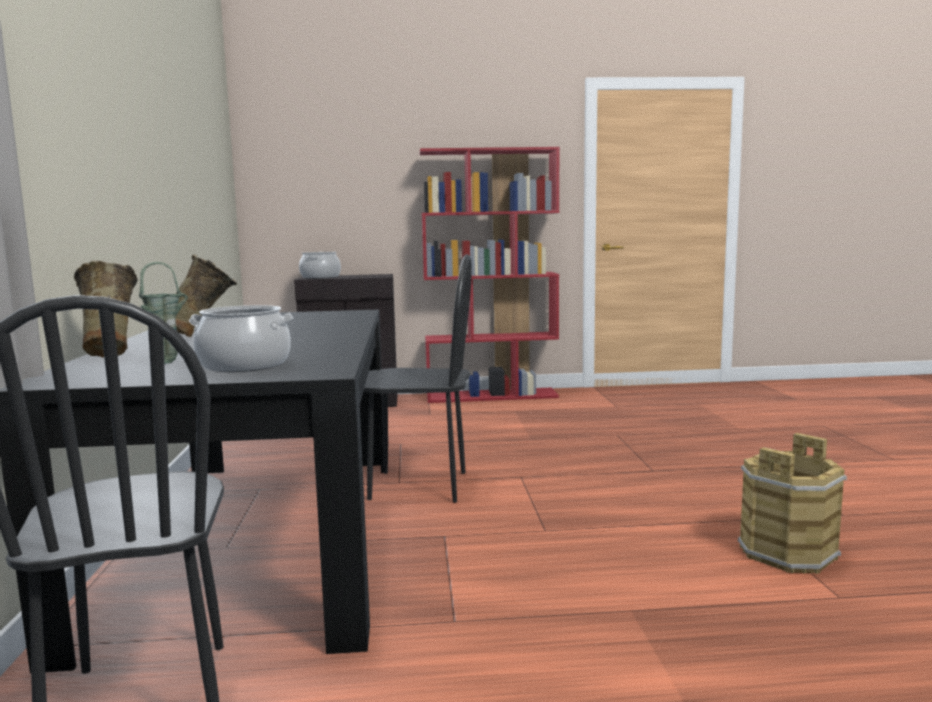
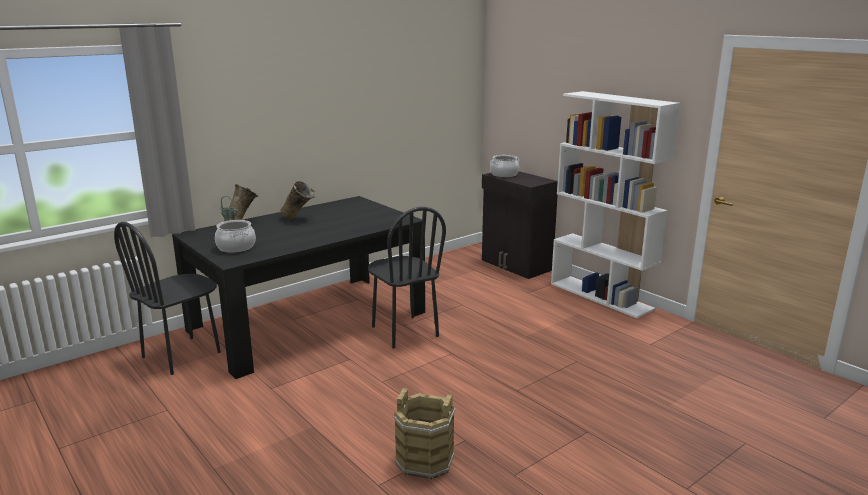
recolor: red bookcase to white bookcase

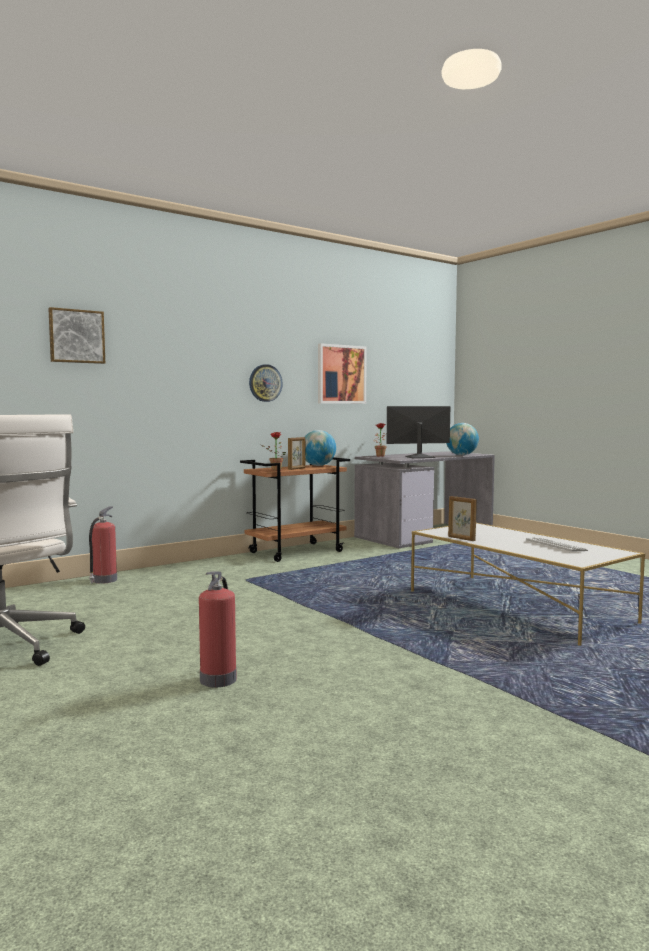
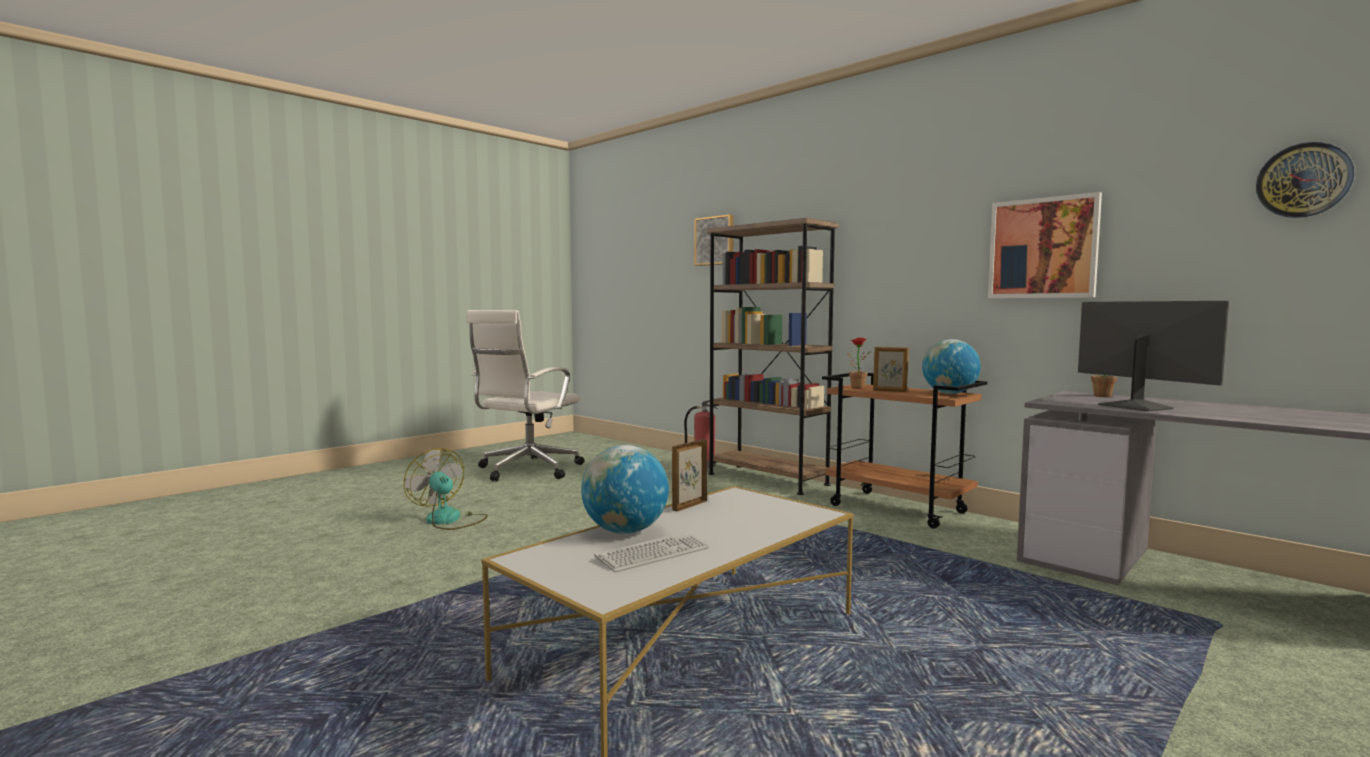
insert: brown bookcase
move: wall clock; globe (2nd from left in the first image) to globe (1st from left)
replace: fire extinguisher (2nd from left) to fan

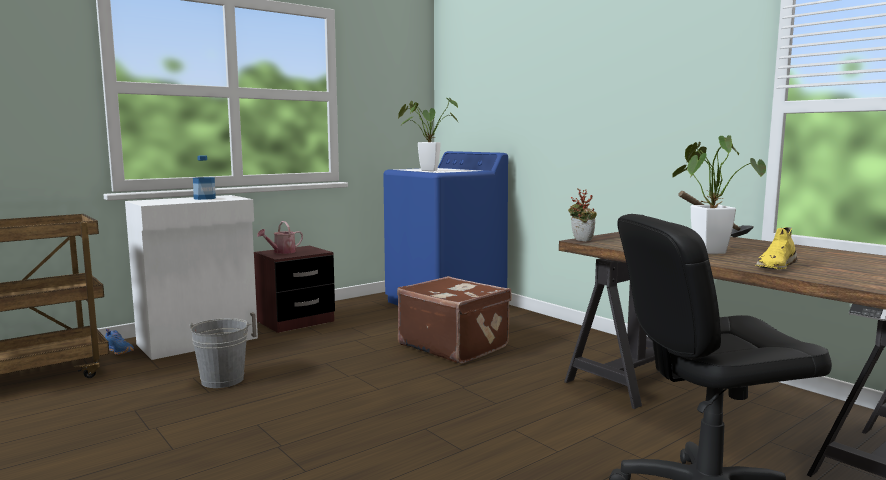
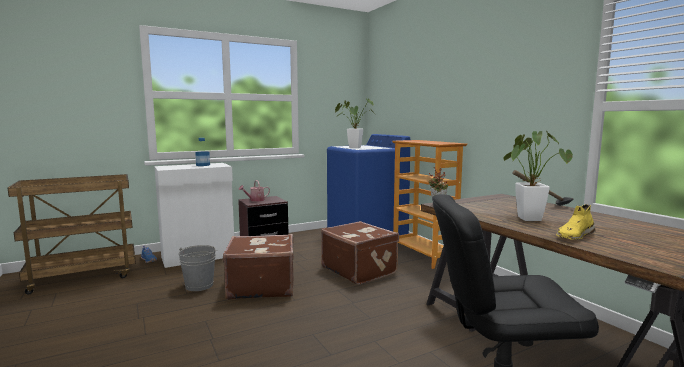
insert: brown suitcase (1st from left); bookcase

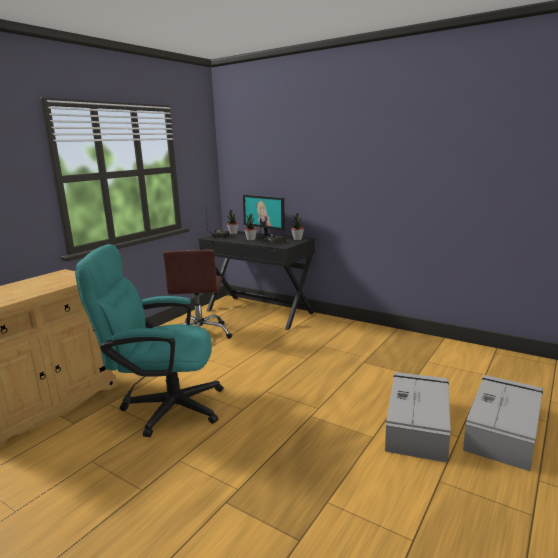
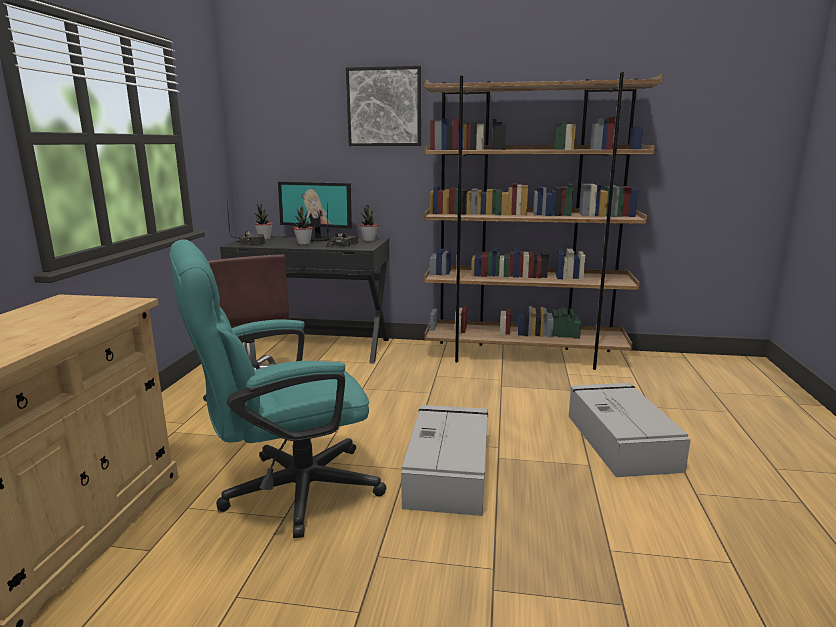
insert: picture; brown bookcase
move: grey storage box (2nd from left in the first image) to grey storage box (1st from left)

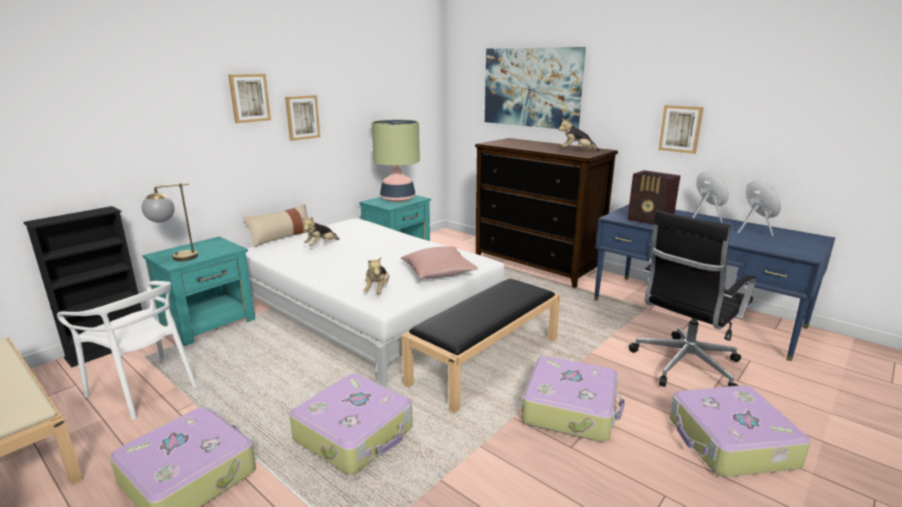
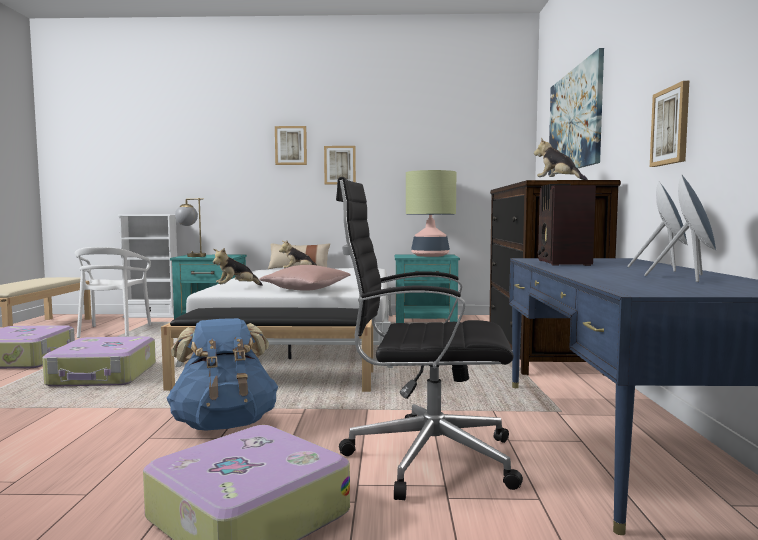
replace: suitcase (3rd from left) to blue backpack
recolor: black bookcase to white bookcase

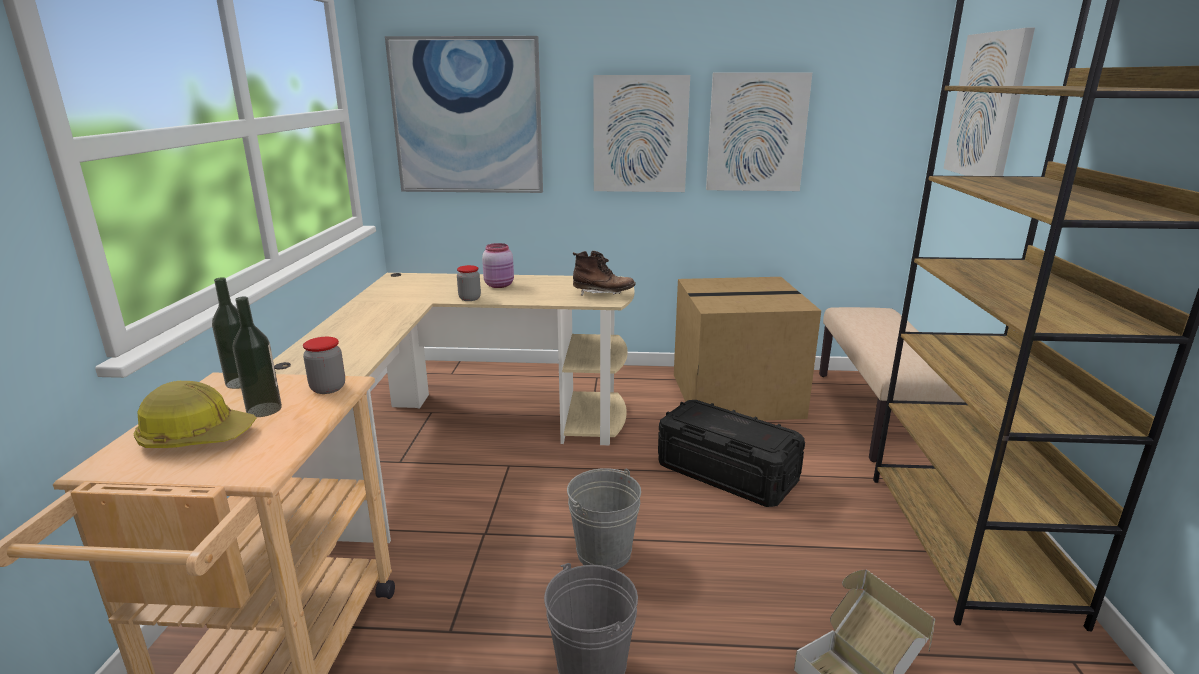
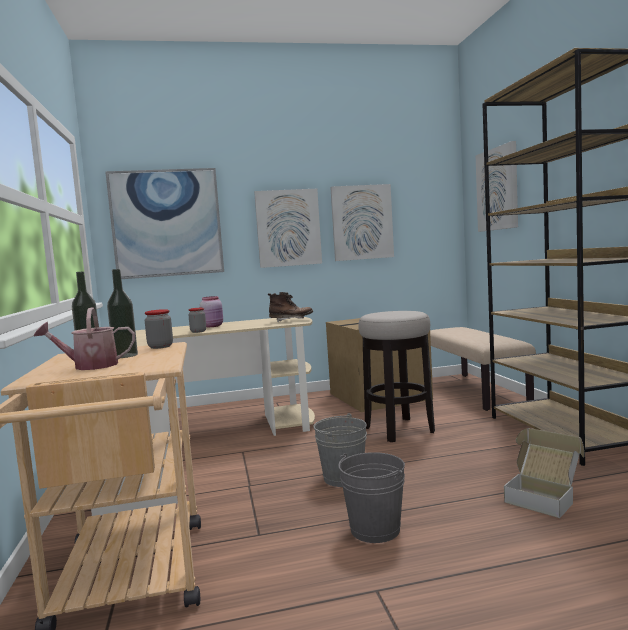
replace: hard hat to watering can; black storage box to stool

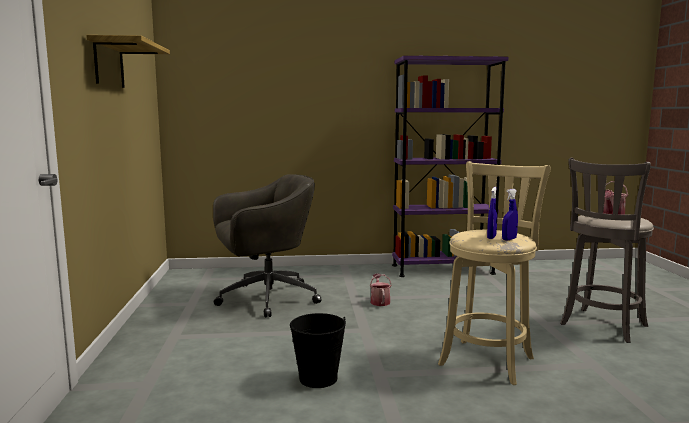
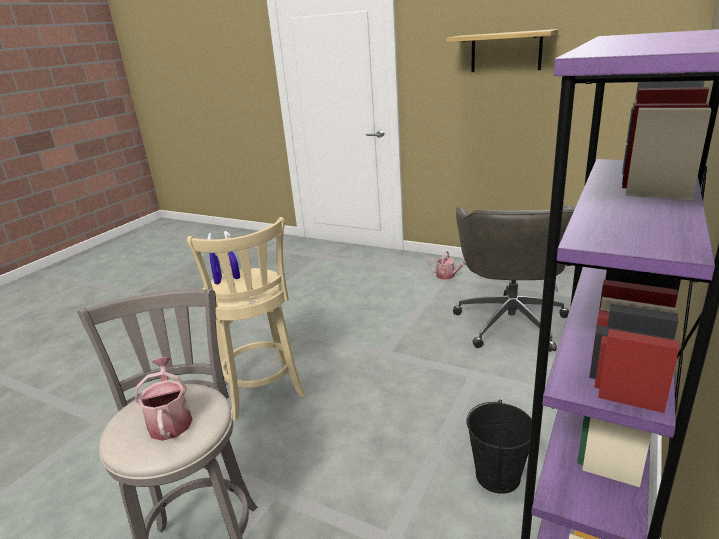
move: black bucket; watering can (1st from left in the first image) to watering can (2nd from left)

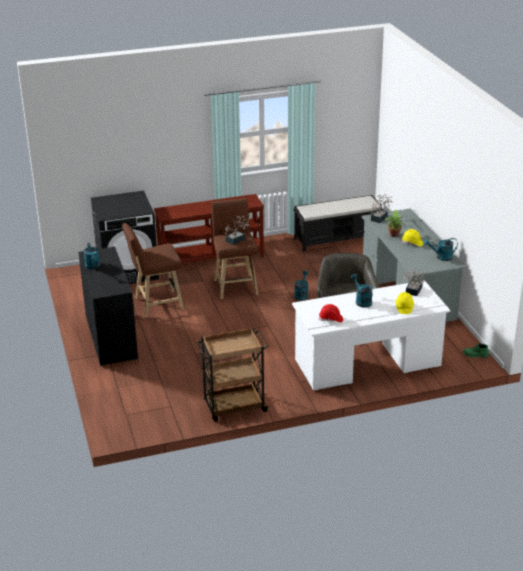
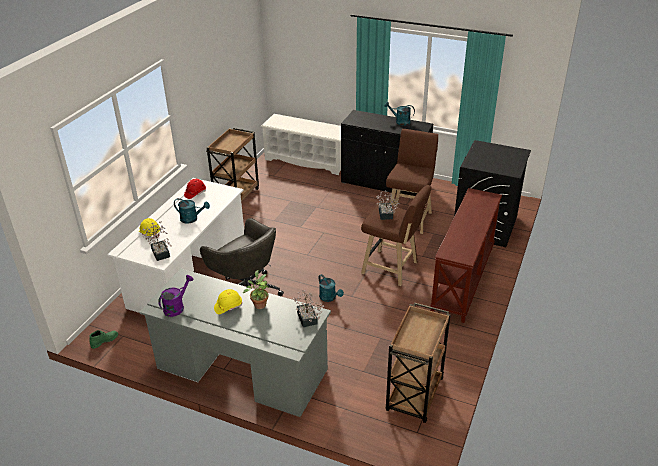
insert: white shoe rack
replace: black bench to brown cart (2nd from left)
recolor: turquoise watering can (4th from left) to purple watering can

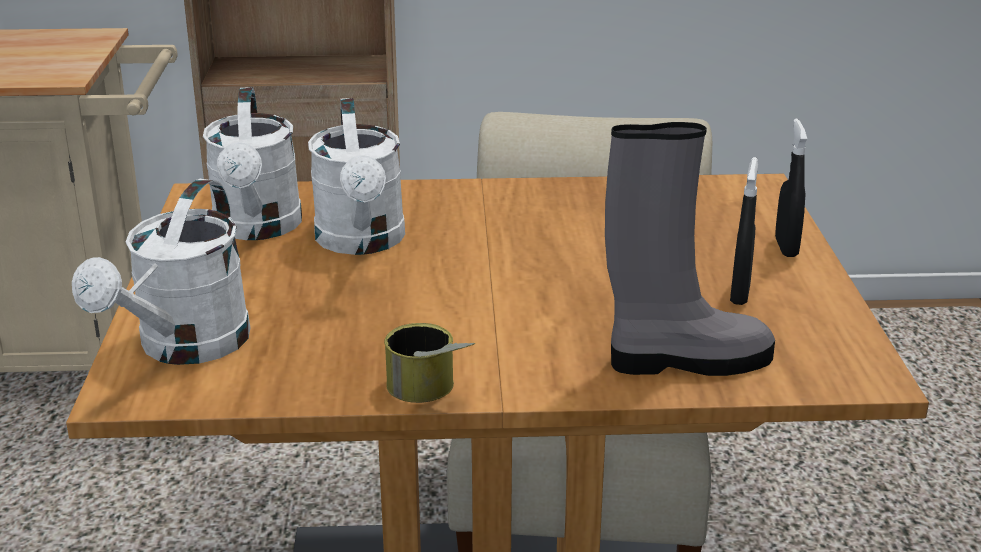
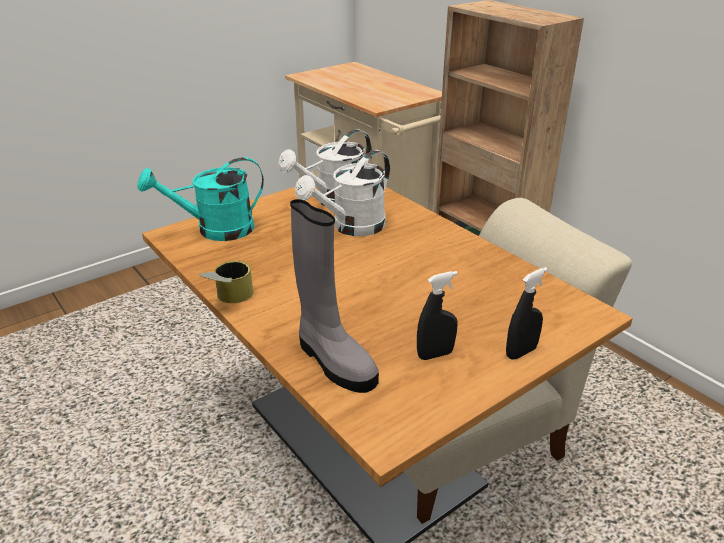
recolor: white watering can (1st from left) to turquoise watering can

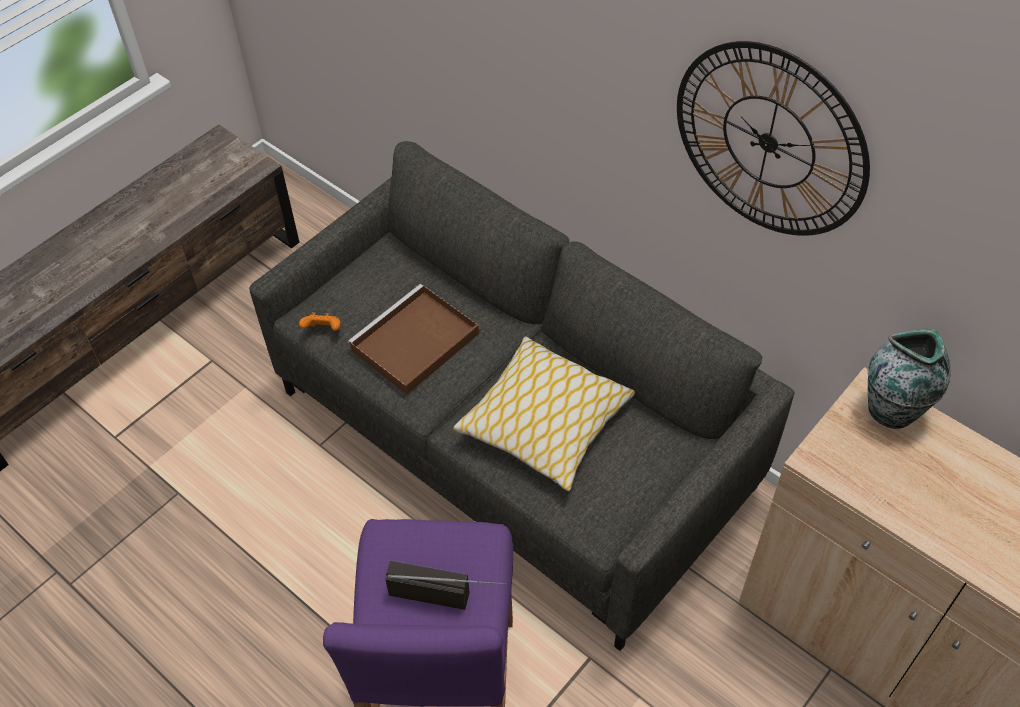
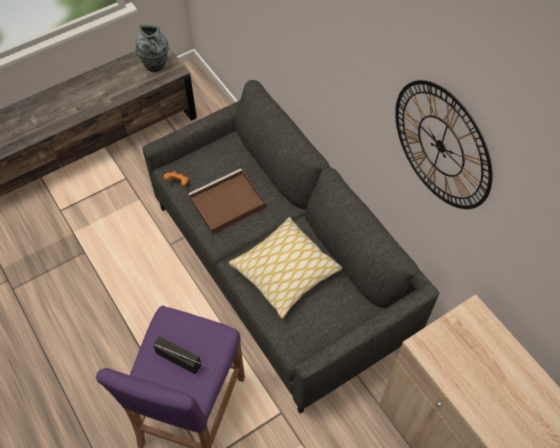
move: vase

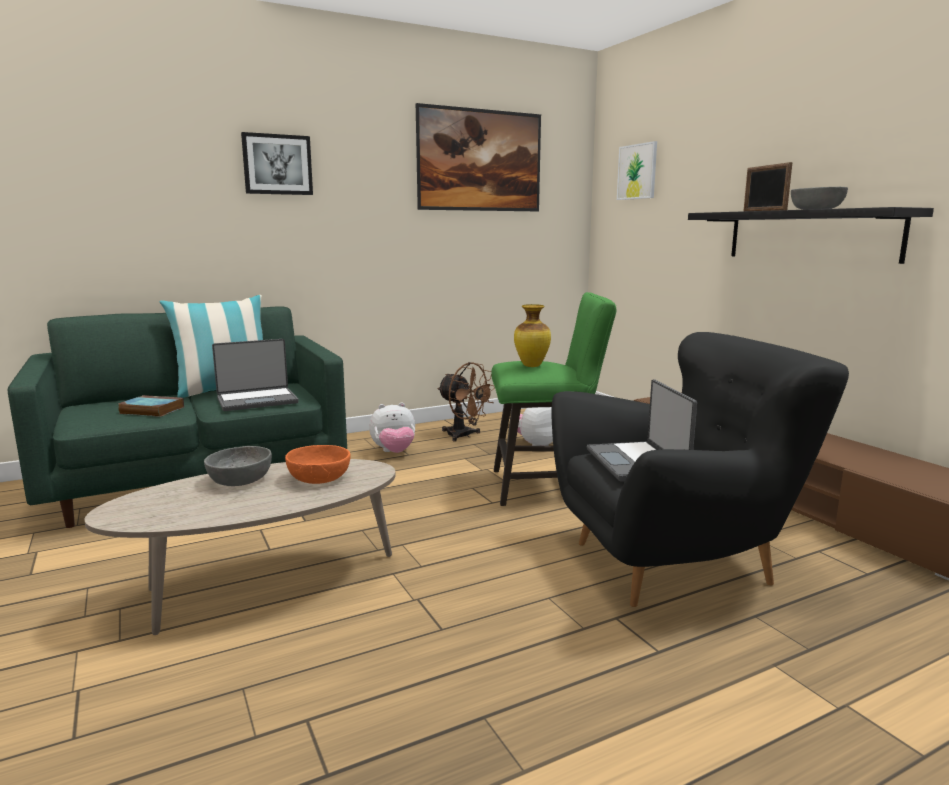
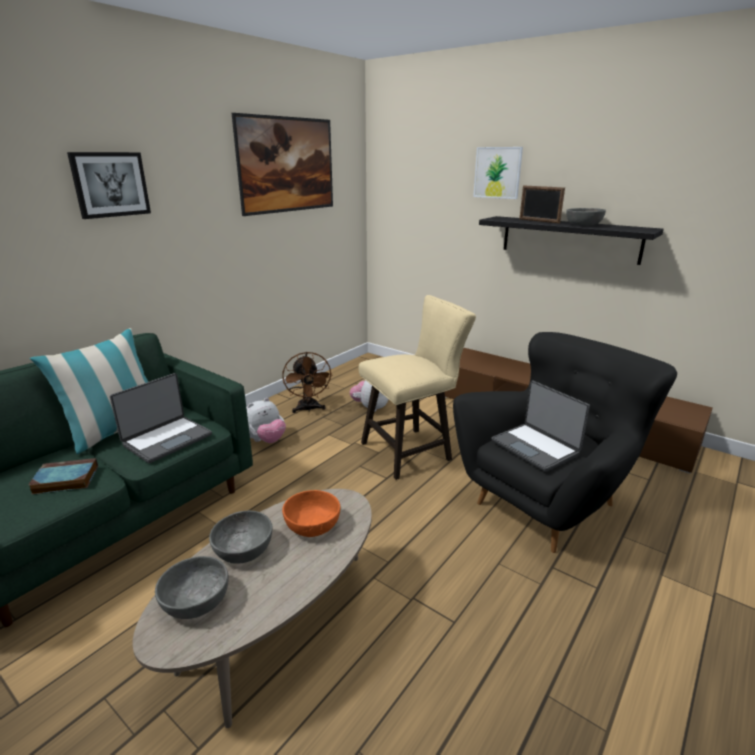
delete: vase
insert: grey bowl (1st from left)
move: picture (3rd from left)
recolor: green stool to beige stool
rotate: brown fan 60 degrees clockwise

